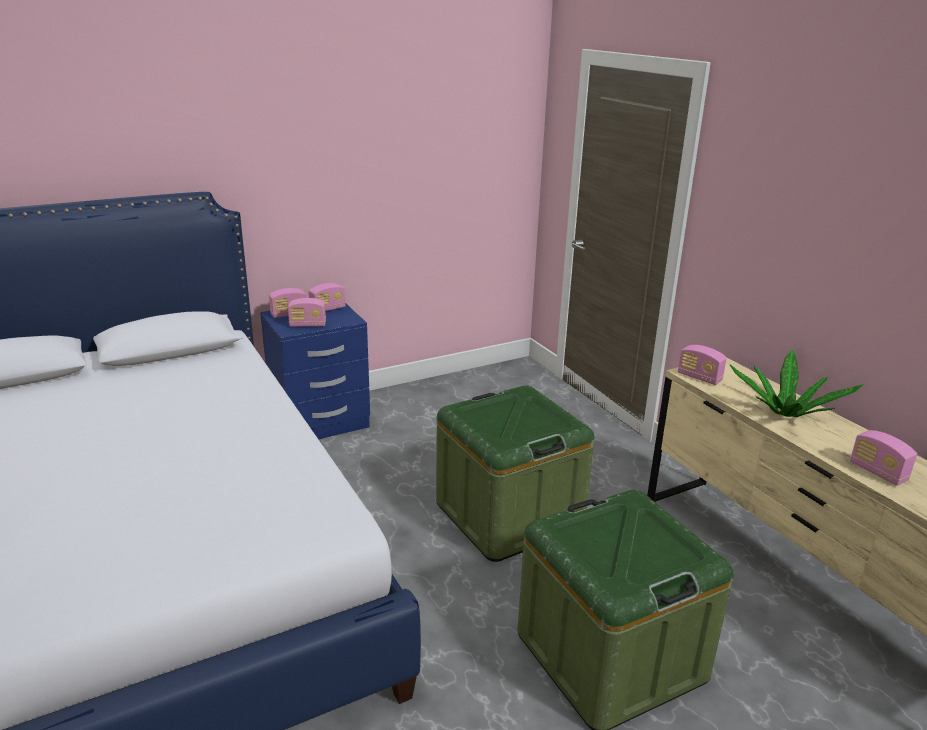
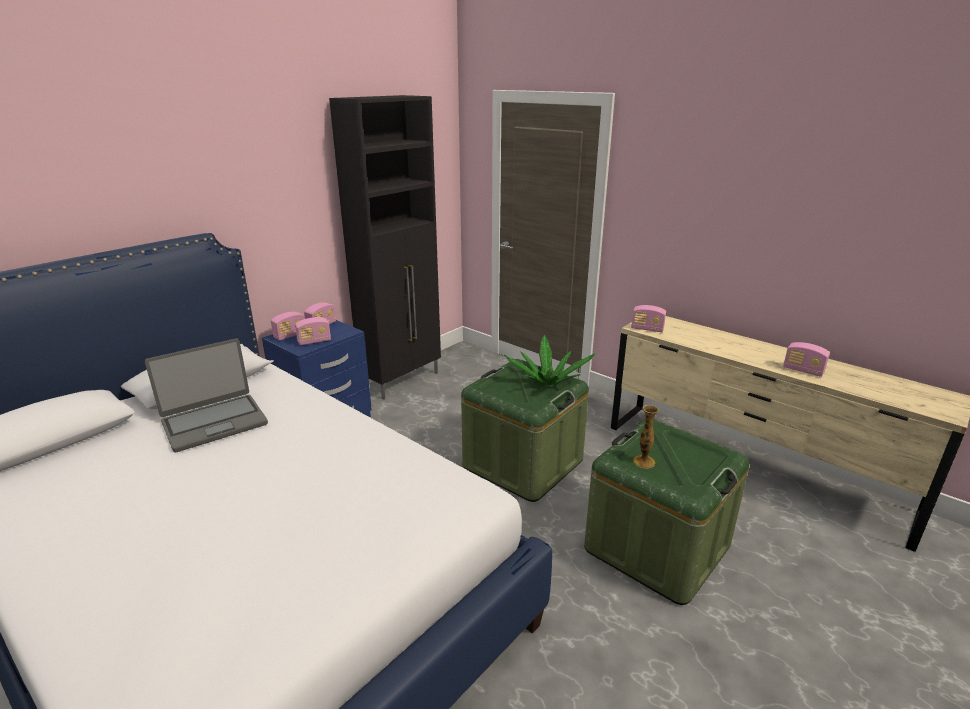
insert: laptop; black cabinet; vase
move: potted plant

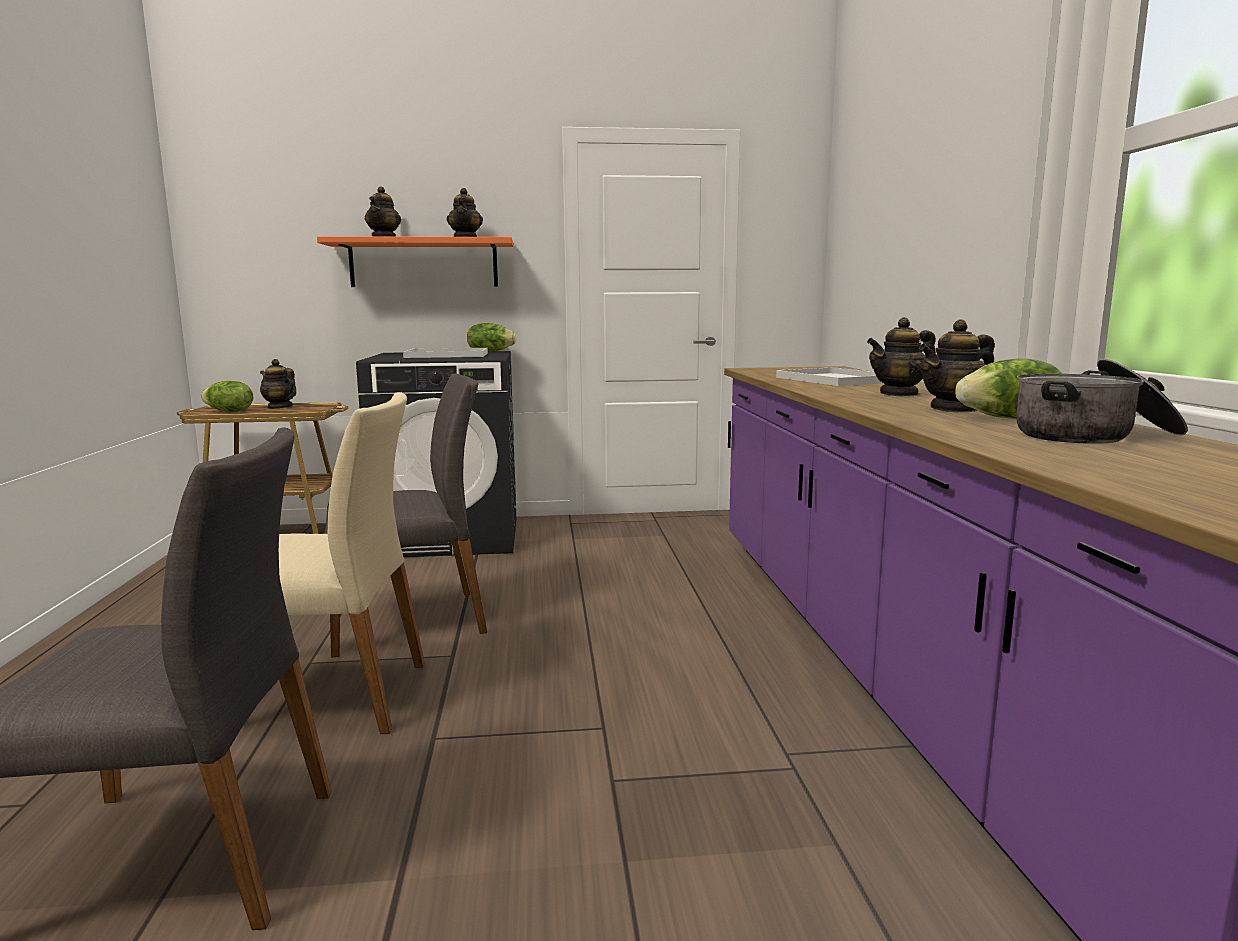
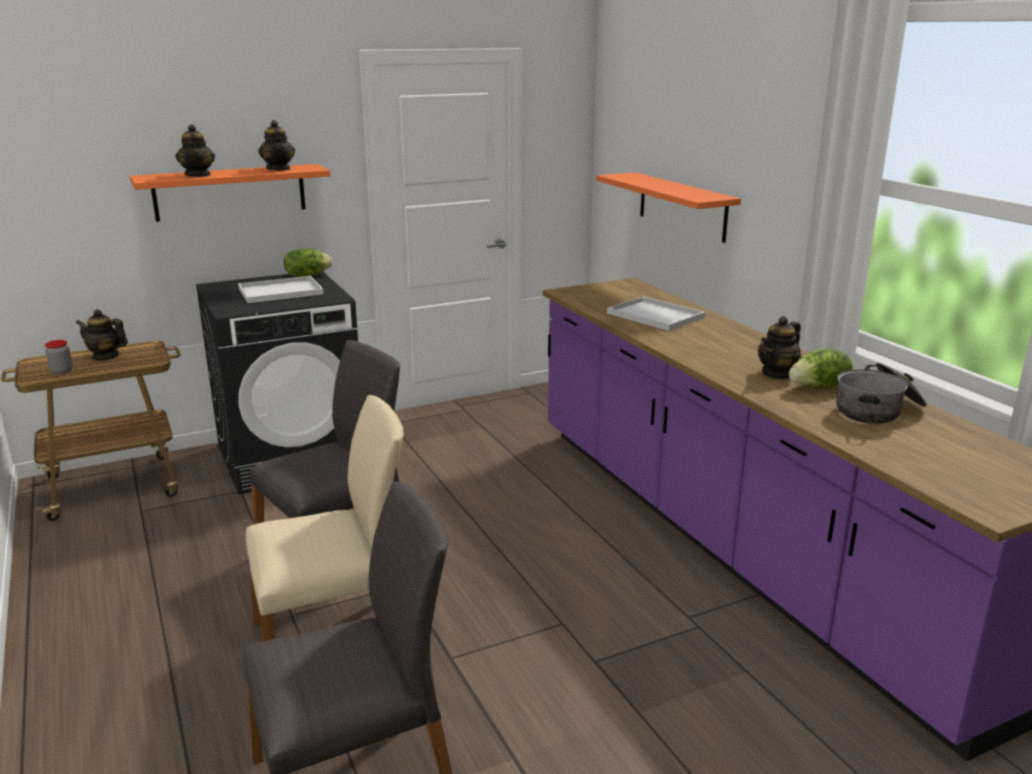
delete: teapot (4th from left)
insert: orange shelf (2nd from left)
replace: lettuce (1st from left) to jar

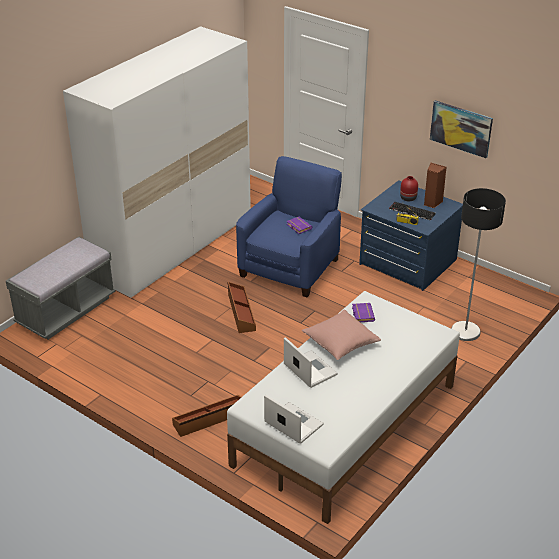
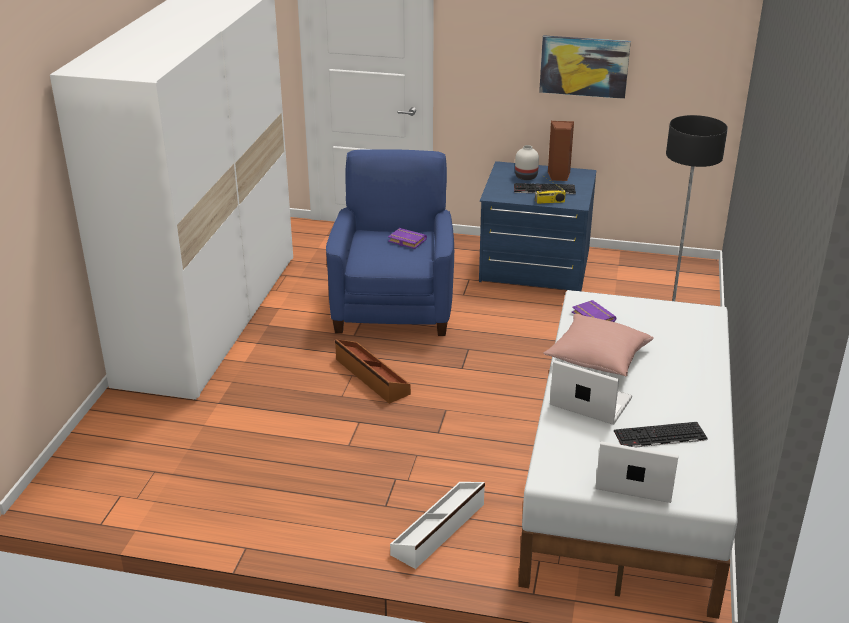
delete: grey bench
insert: keyboard (2nd from left)
recolor: brown storage box (1st from left) to white storage box; red vase to white vase

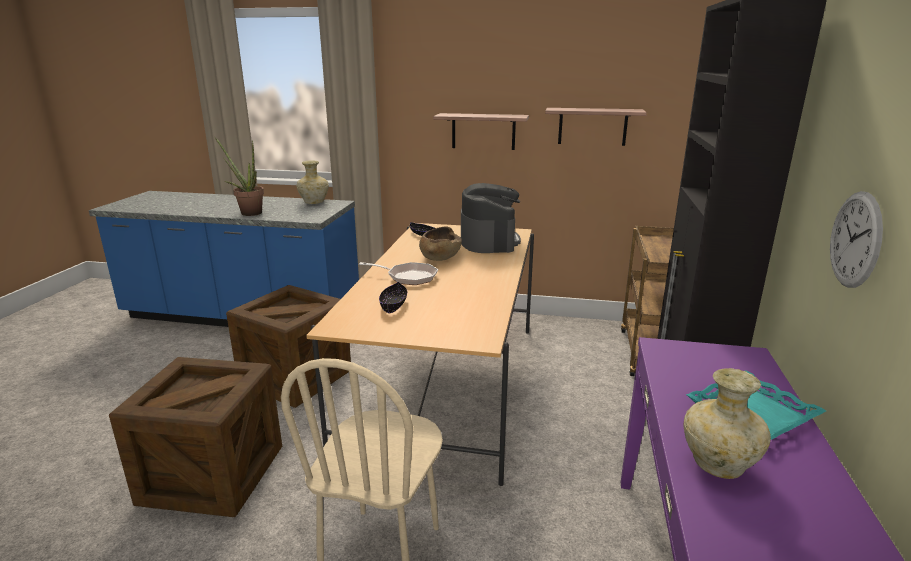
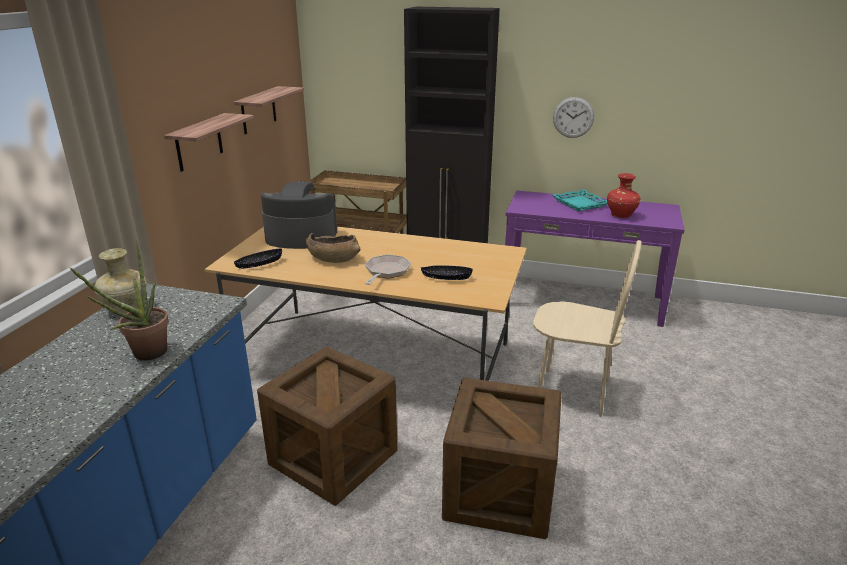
recolor: beige vase (2nd from left) to red vase

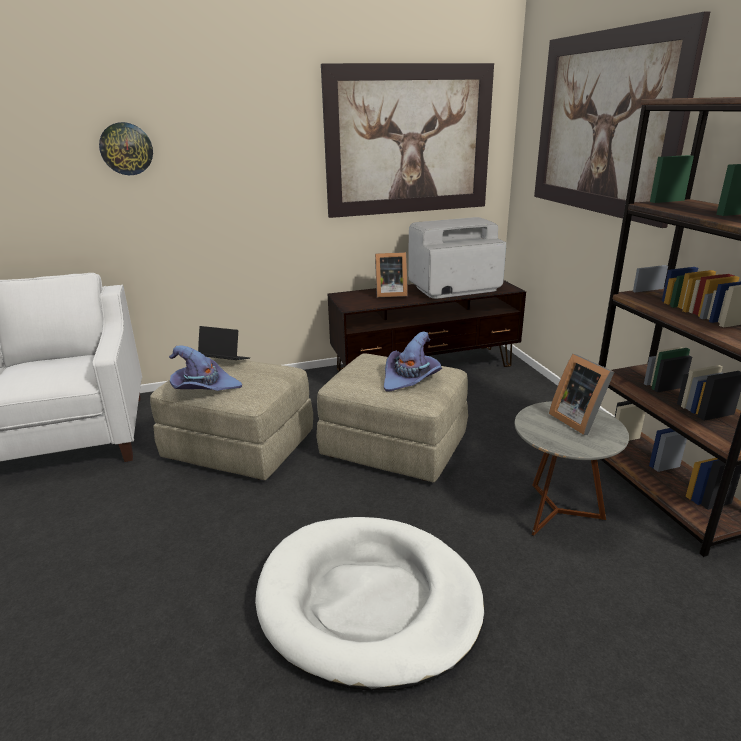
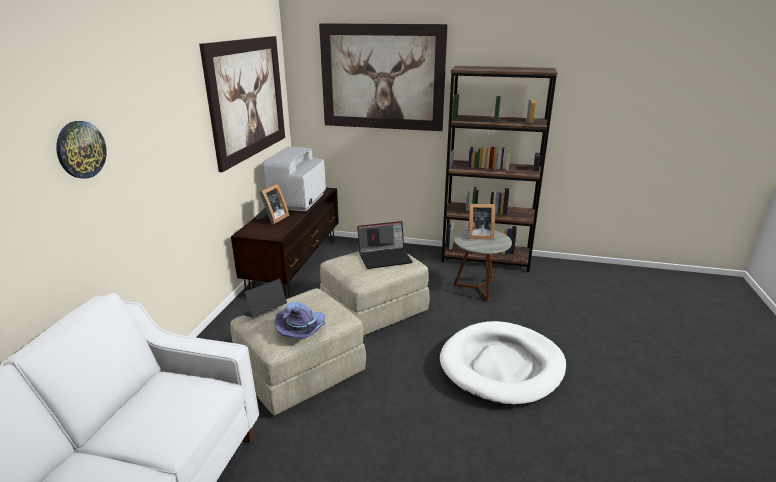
replace: purple hat (2nd from left) to laptop (2nd from left)

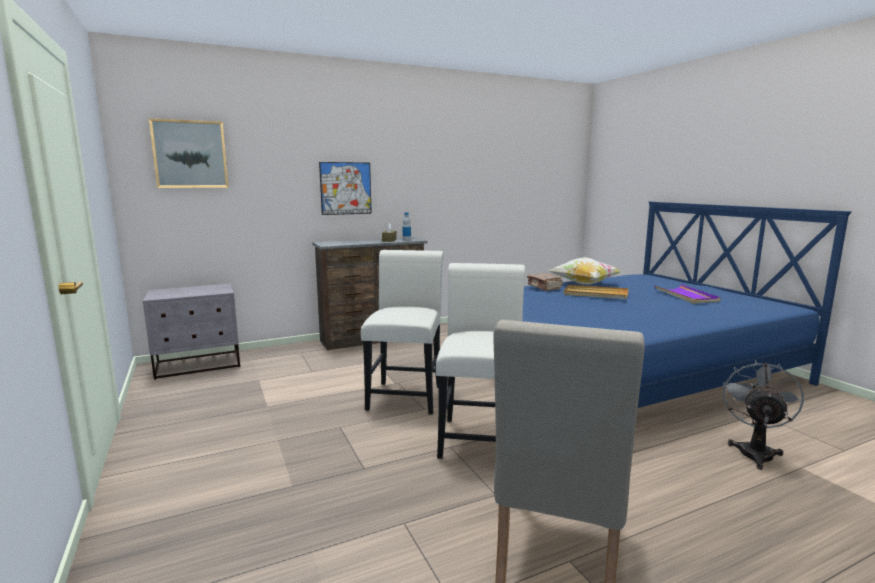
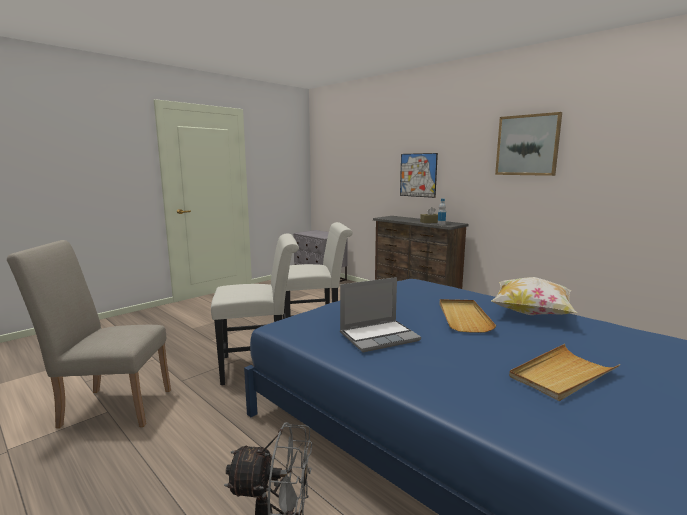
delete: brown book
insert: laptop
move: picture (1st from left in the first image) to picture (2nd from left)
recolor: purple tray to beige tray (2nd from left)

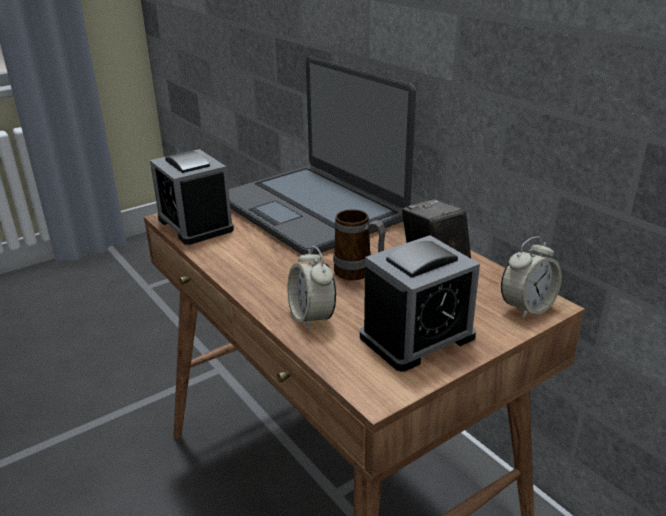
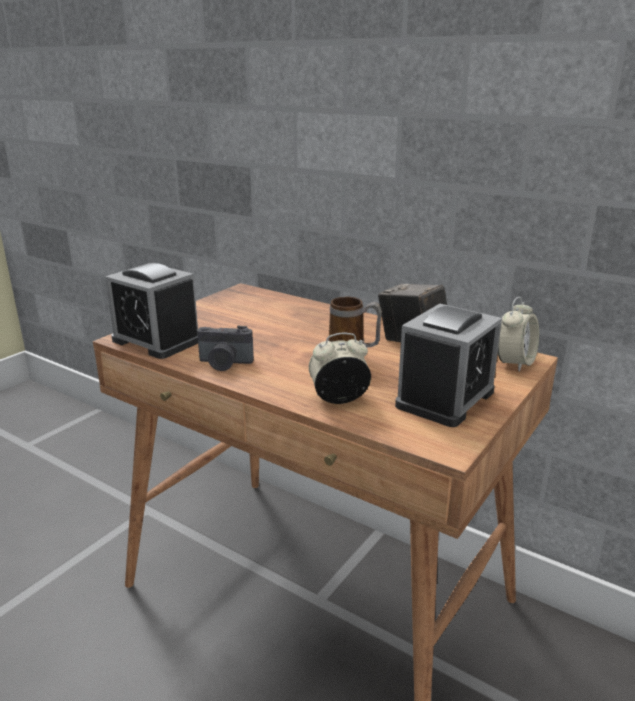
delete: laptop
insert: photo camera (1st from left)
rotate: alarm clock (2nd from left) 120 degrees clockwise

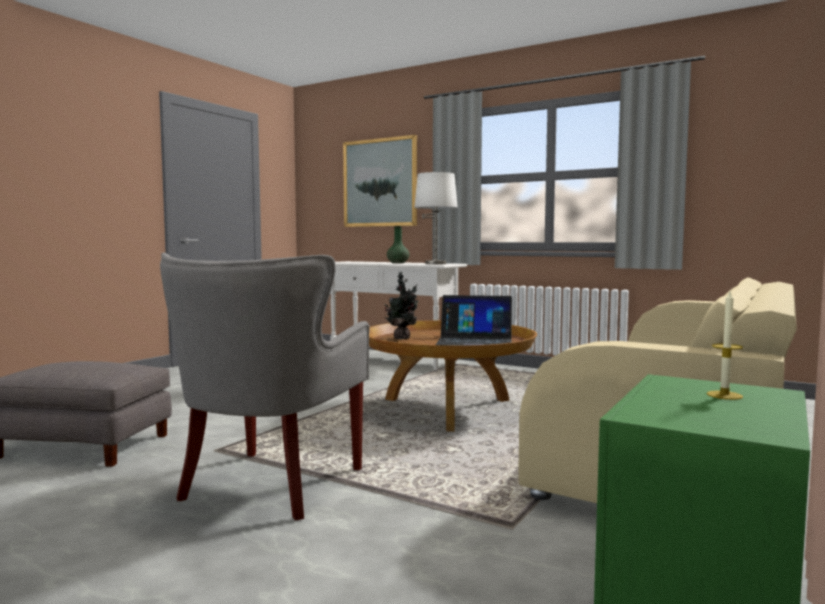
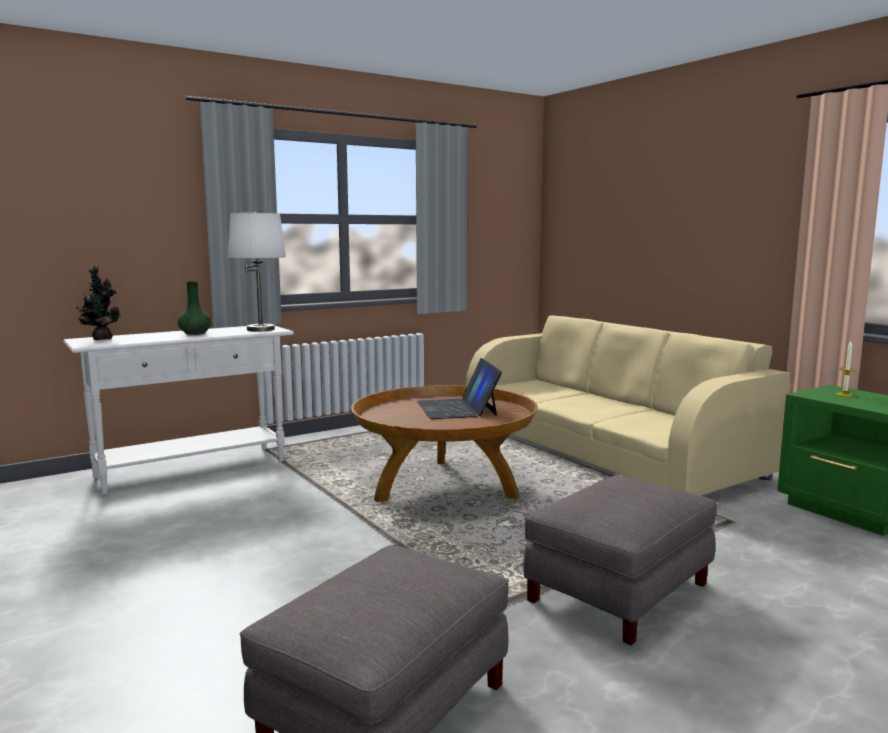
delete: picture
move: potted plant
replace: grey armchair to grey ottoman (2nd from left)
rotate: laptop 135 degrees clockwise

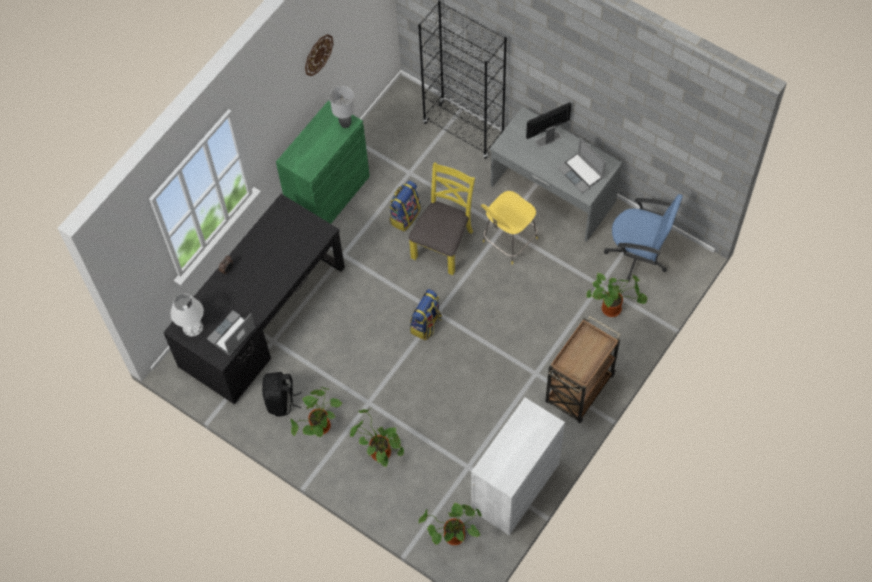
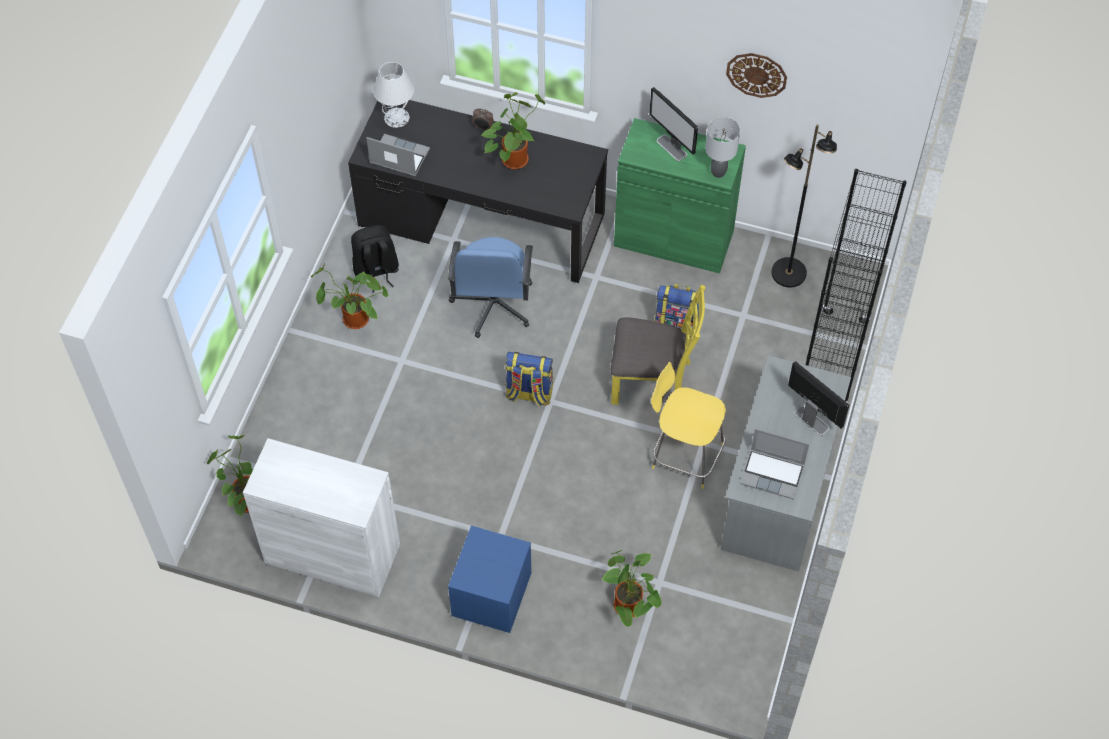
insert: monitor (1st from left); black floor lamp
move: potted plant (2nd from left in the first image) to potted plant (3rd from left); blue office chair
replace: brown cart to blue nightstand
rotate: laptop (2nd from left) 105 degrees counterclockwise

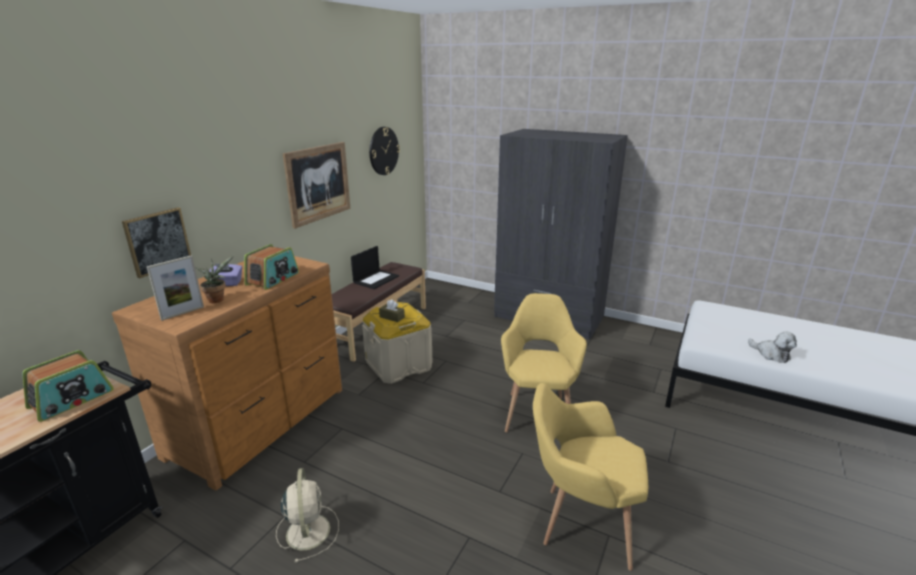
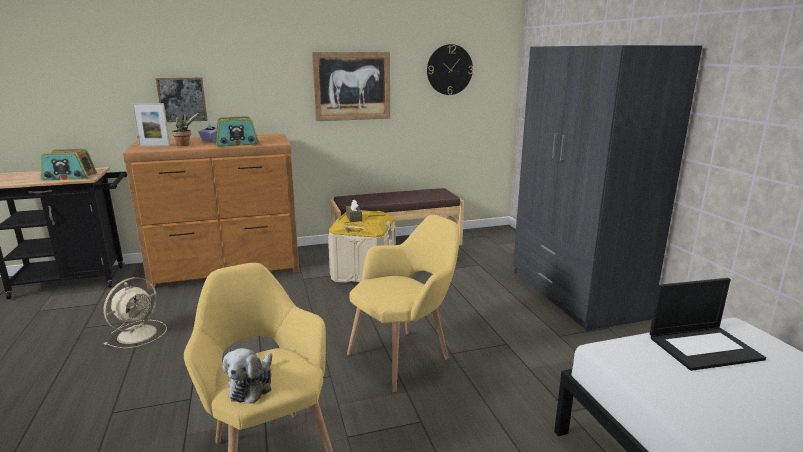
move: laptop; plush toy

